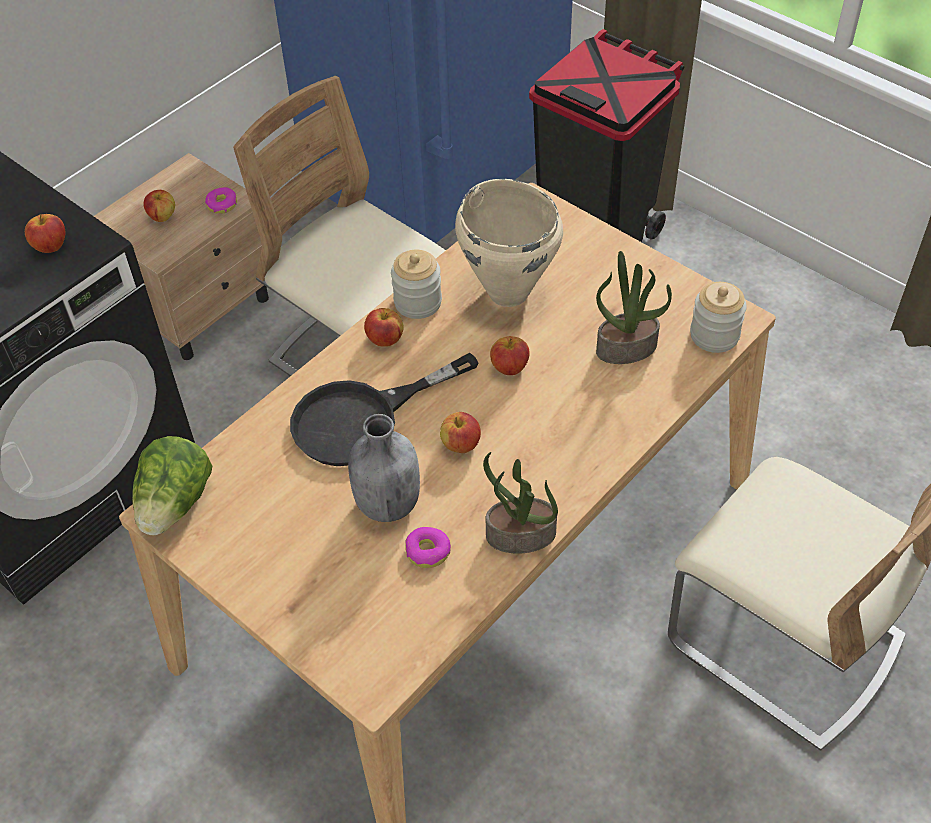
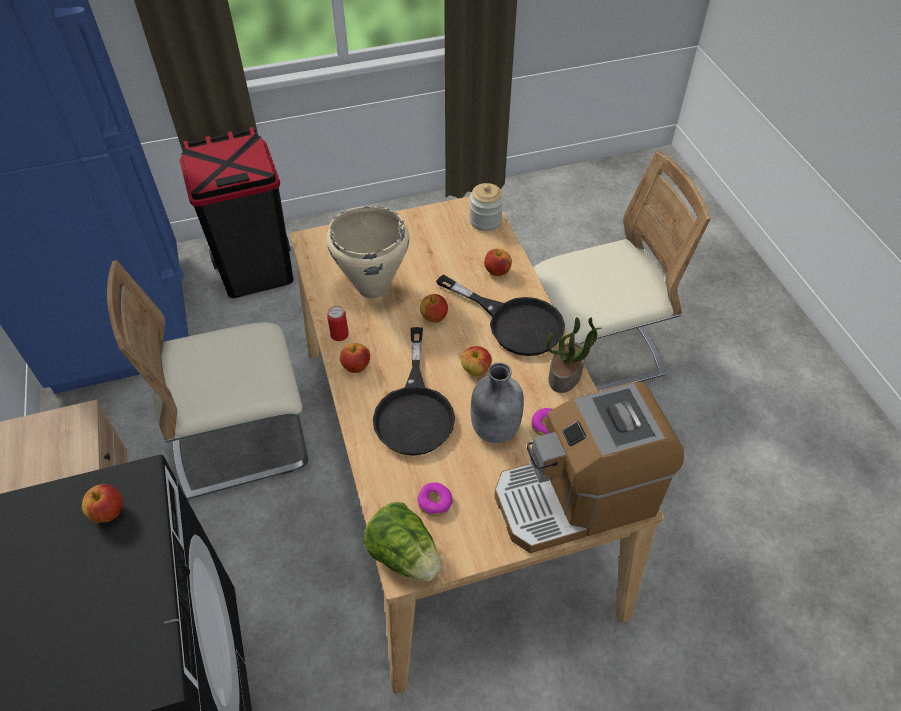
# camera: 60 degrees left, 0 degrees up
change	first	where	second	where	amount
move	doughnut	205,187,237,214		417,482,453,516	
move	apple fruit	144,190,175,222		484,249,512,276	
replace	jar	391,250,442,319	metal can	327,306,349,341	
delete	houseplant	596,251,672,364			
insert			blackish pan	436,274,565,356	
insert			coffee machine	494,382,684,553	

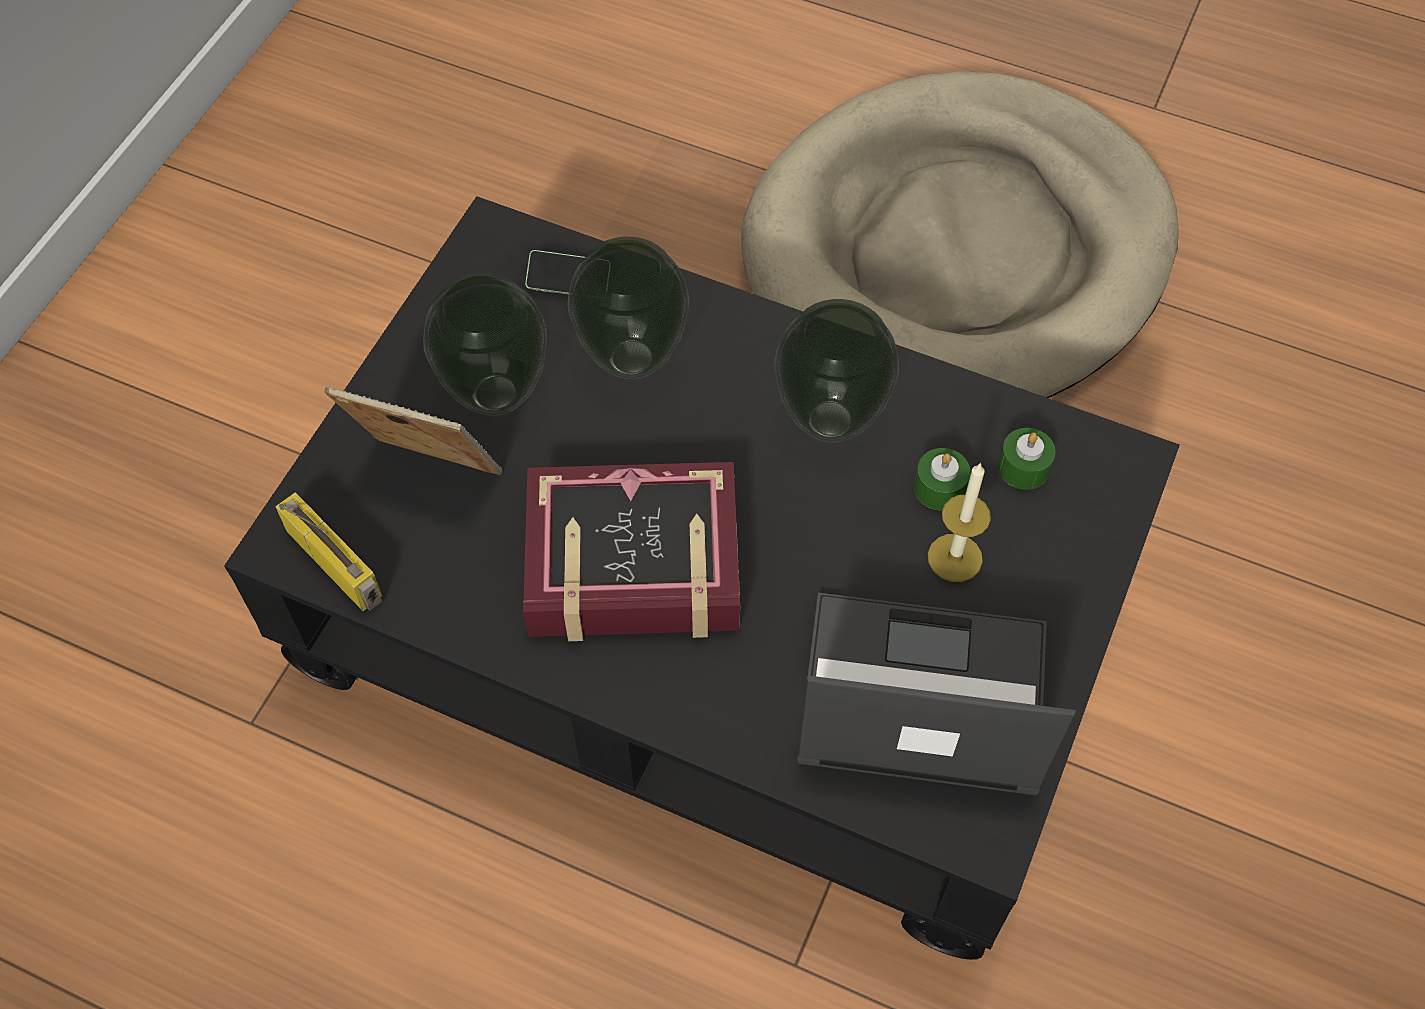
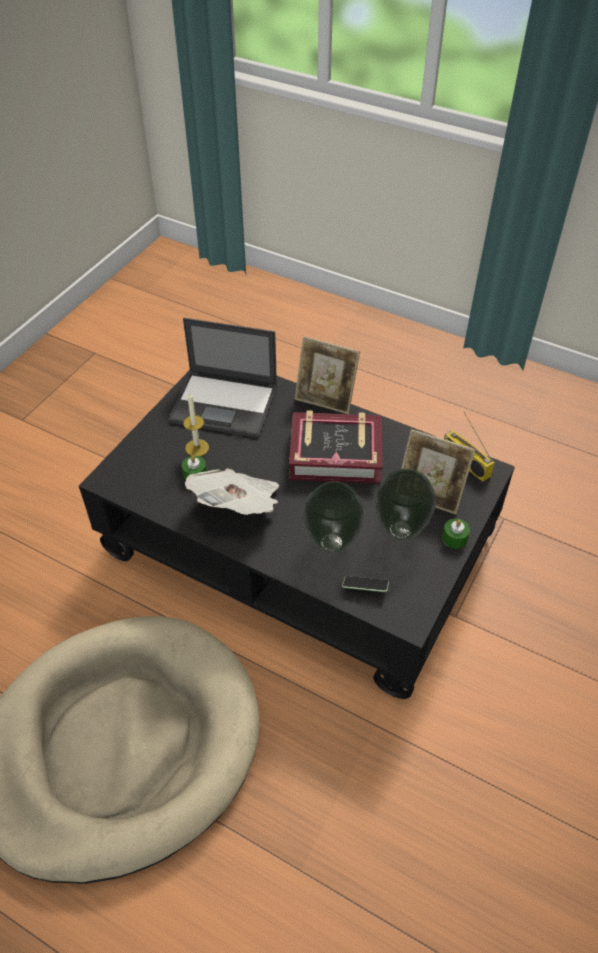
# camera: 175 degrees left, 10 degrees down
change	first	where	second	where	amount
replace	flower vase	774,299,899,442	printed paper	185,468,279,515	
move	greenish wax candle	998,428,1055,490		442,518,470,549	
insert			picture frame	295,336,360,414	

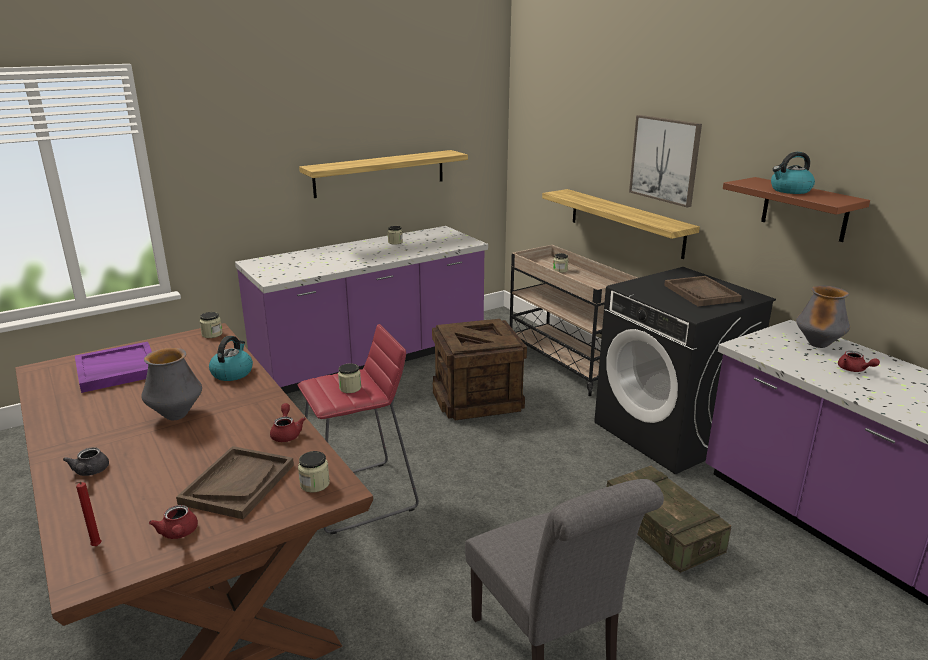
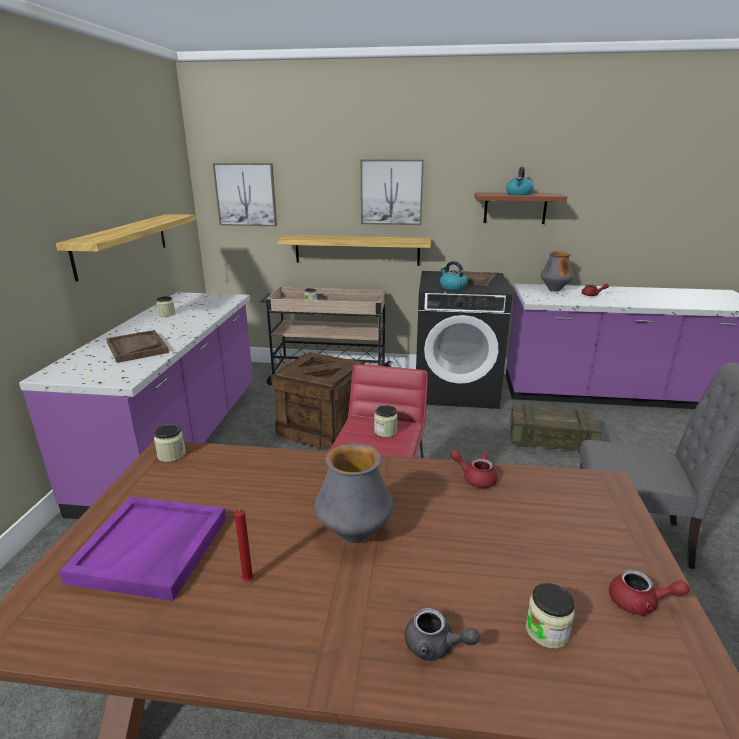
# camera: 50 degrees left, 0 degrees up
change	first	where	second	where	amount
move	kettle	209,336,253,381		440,261,468,290	
move	brown-coloured serving tray	176,446,294,520		106,330,169,363	
move	jar	298,451,330,492		526,583,575,648	
move	reddish wax candle	75,482,102,546		234,507,254,582	
insert			wall art	213,163,277,226	

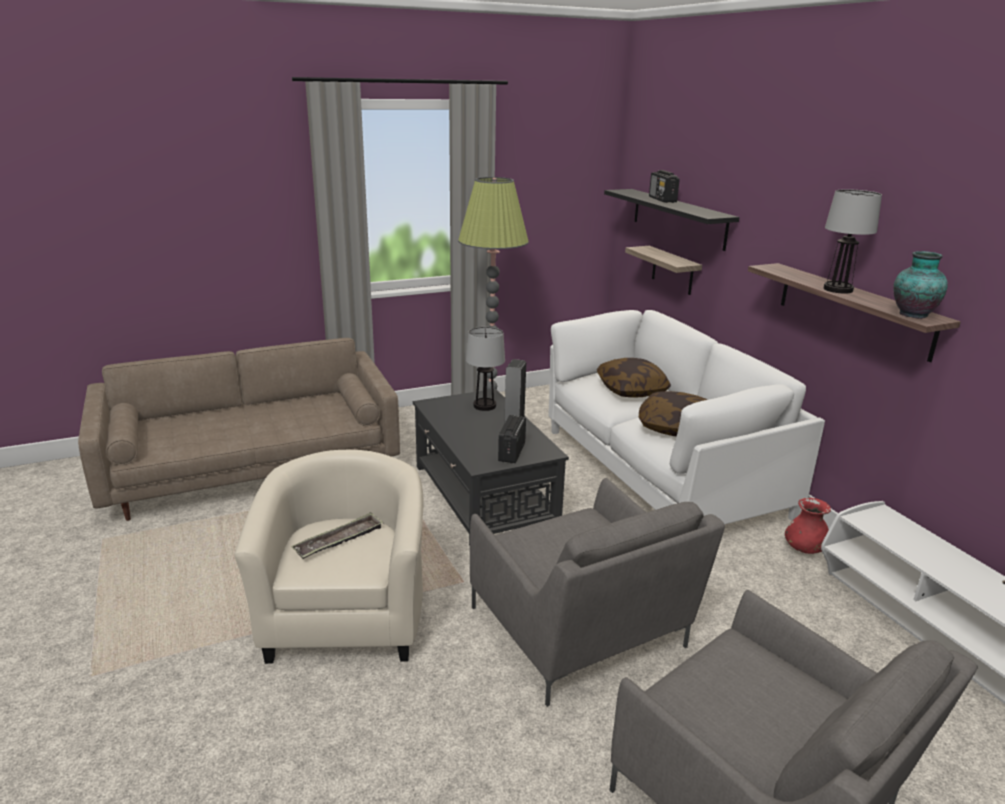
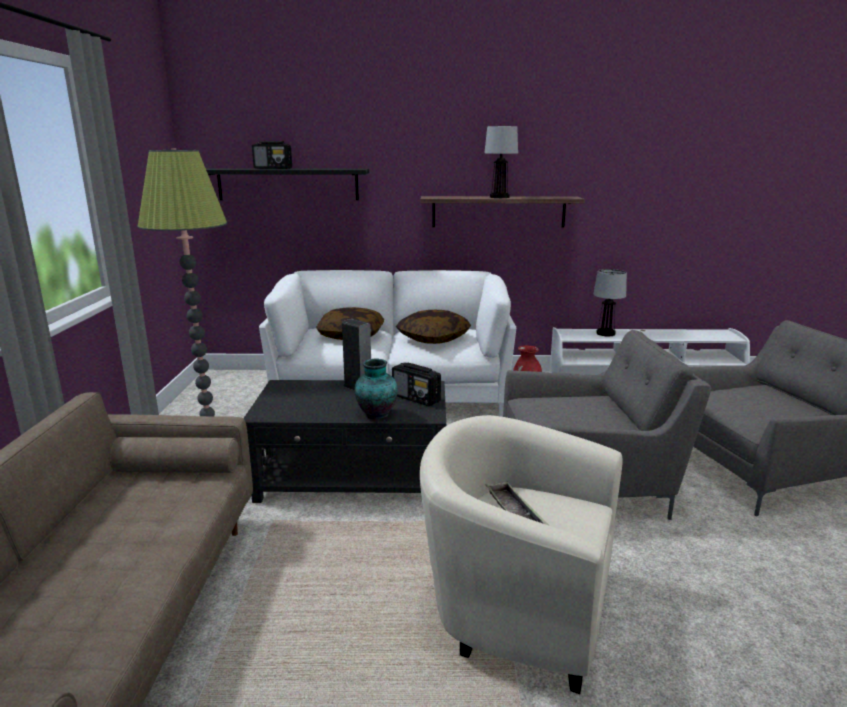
# camera: 65 degrees left, 5 degrees down
change	first	where	second	where	amount
delete	shelf	625,246,702,295			
move	flower vase	893,251,948,319		355,359,398,420	
move	lamp for a table	466,327,505,411		593,269,627,336	

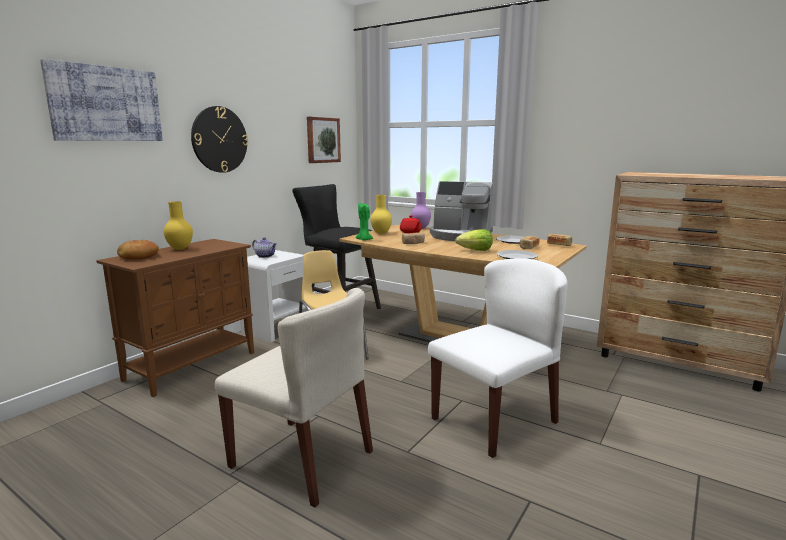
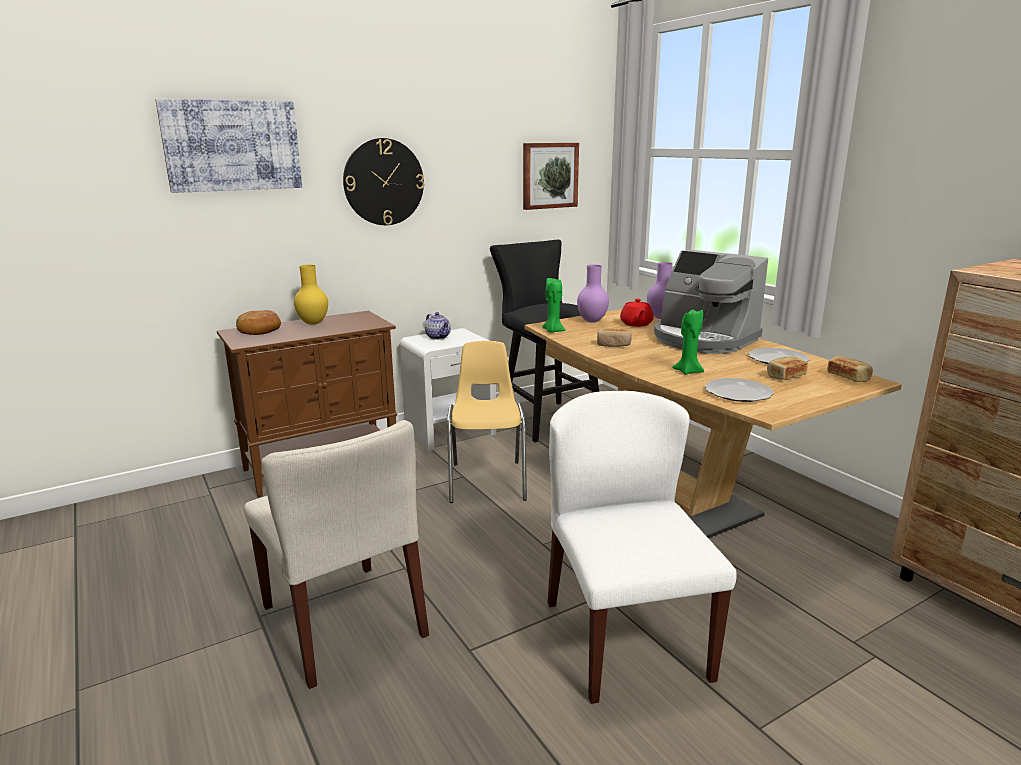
# camera: 25 degrees right, 5 degrees up
change	first	where	second	where	amount
recolor	yellowish flower vase	370,195,392,234	purple flower vase	577,265,609,323	
replace	lettuce	455,229,493,251	greenish wax candle	672,310,704,375	
rotate	white-coloured plain chair	428,258,567,458		547,391,737,704	90 degrees counterclockwise

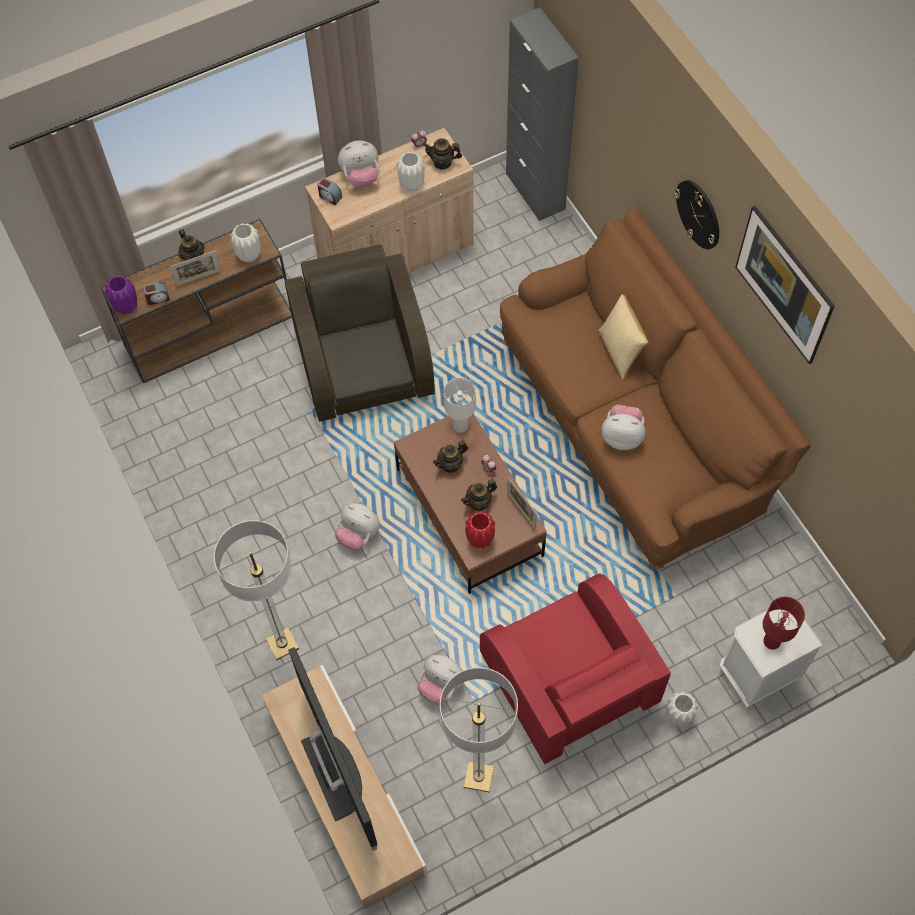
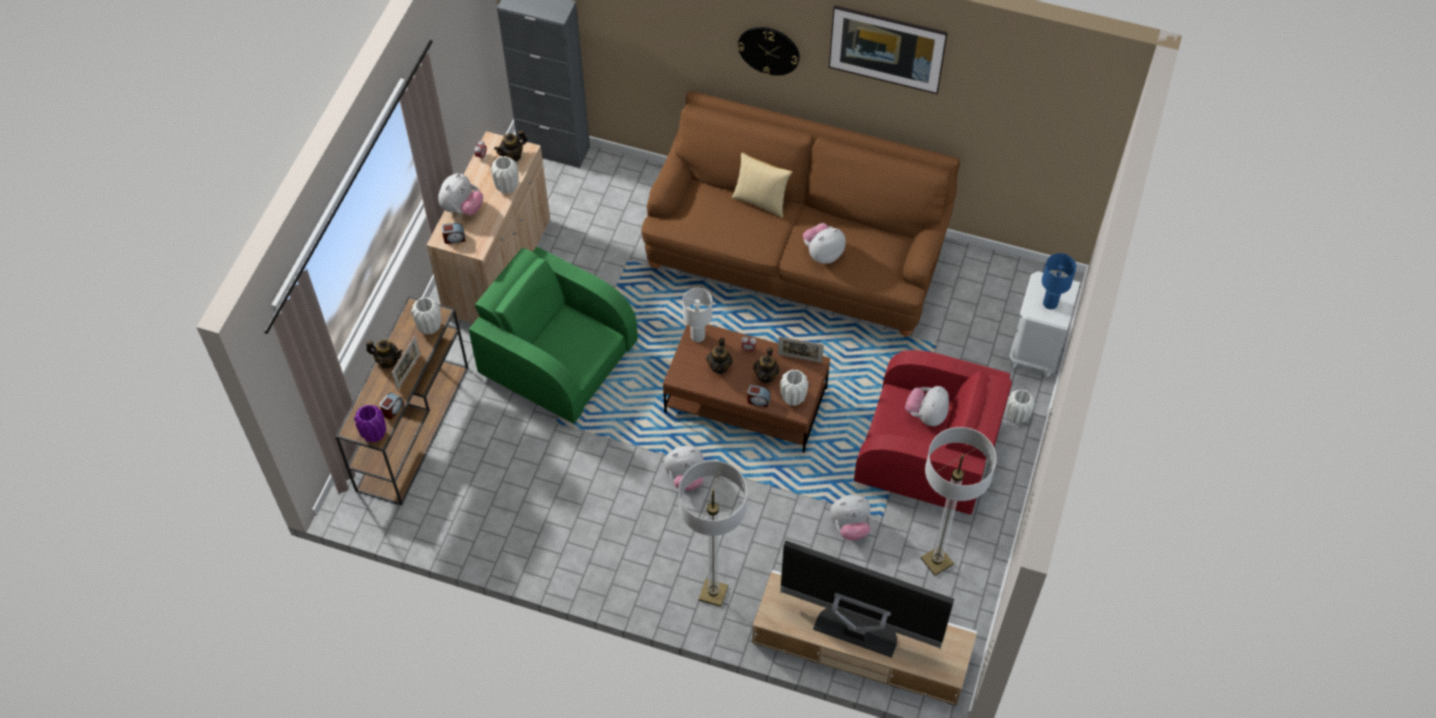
# camera: 45 degrees left, 5 degrees down
change	first	where	second	where	amount
recolor	brown-coloured armchair	285,244,435,422	greenish armchair	469,247,638,424	
recolor	reddish flower vase	465,512,495,548	white-coloured flower vase	780,370,809,406	
recolor	reddish lamp for a table	763,597,805,649	blue lamp for a table	1042,253,1076,310	
insert			bedside clock	747,385,770,408	
insert			plush toy	905,386,949,426	

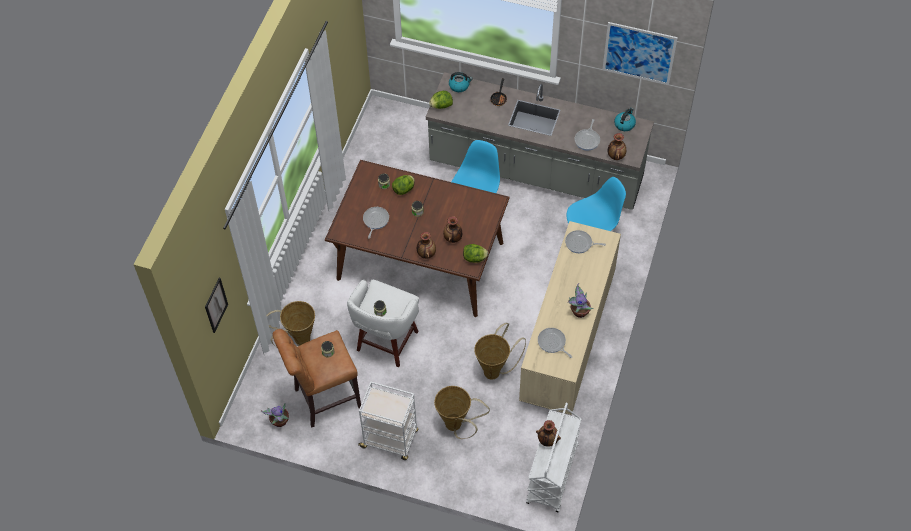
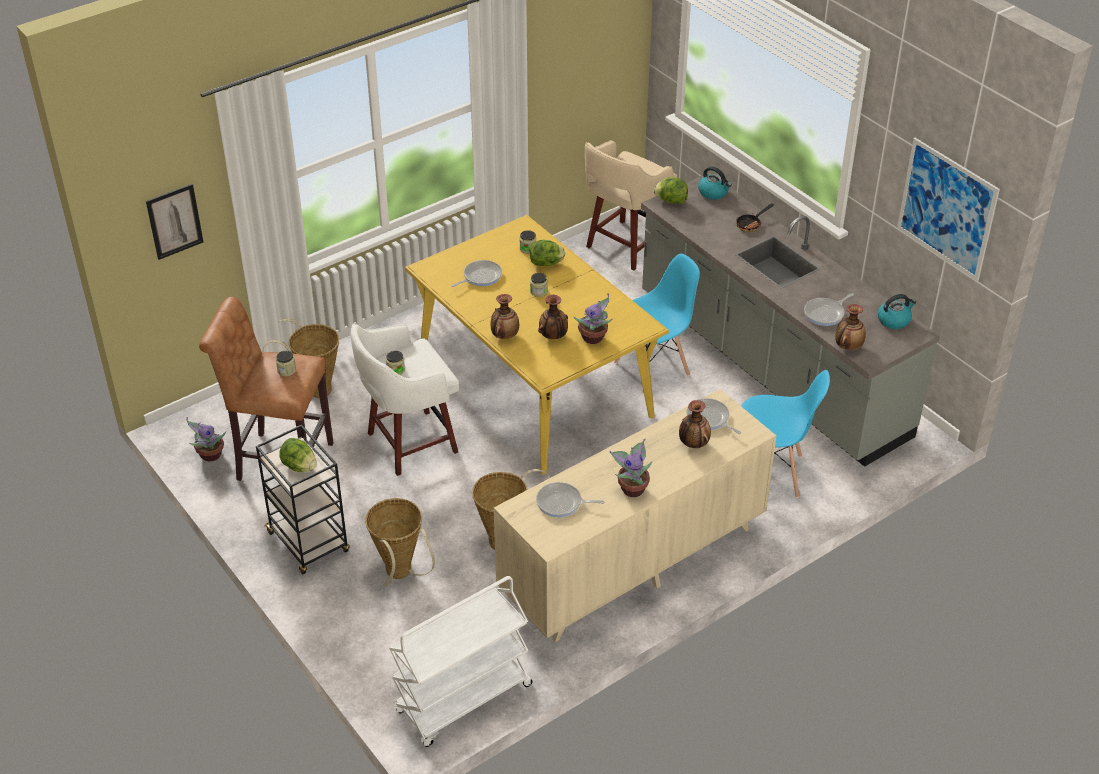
# camera: 35 degrees right, 15 degrees down
change	first	where	second	where	amount
recolor	brown-coloured dining table	325,160,510,317	yellowish dining table	405,215,669,475	
move	lettuce	463,244,488,263		279,438,317,472	
rotate	pan	538,328,572,358		536,482,604,518	75 degrees counterclockwise
recolor	white-coloured wheeled cart	358,381,418,460	blackish wheeled cart	256,425,350,574	
move	flower vase	536,420,561,447		679,400,711,448	
insert			beige stool seat	585,140,677,270	
insert			houseplant	573,293,612,344	

